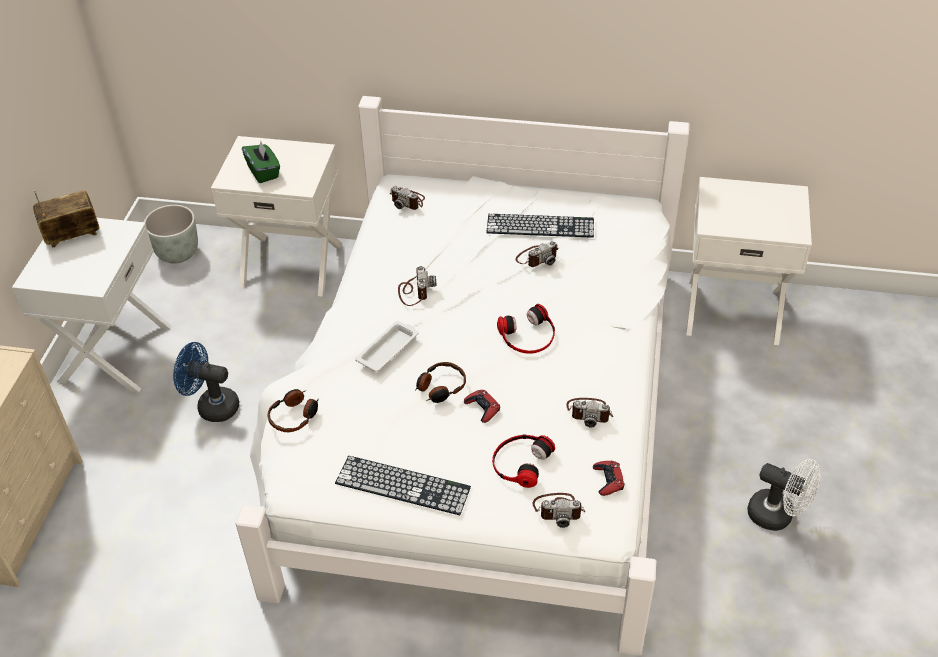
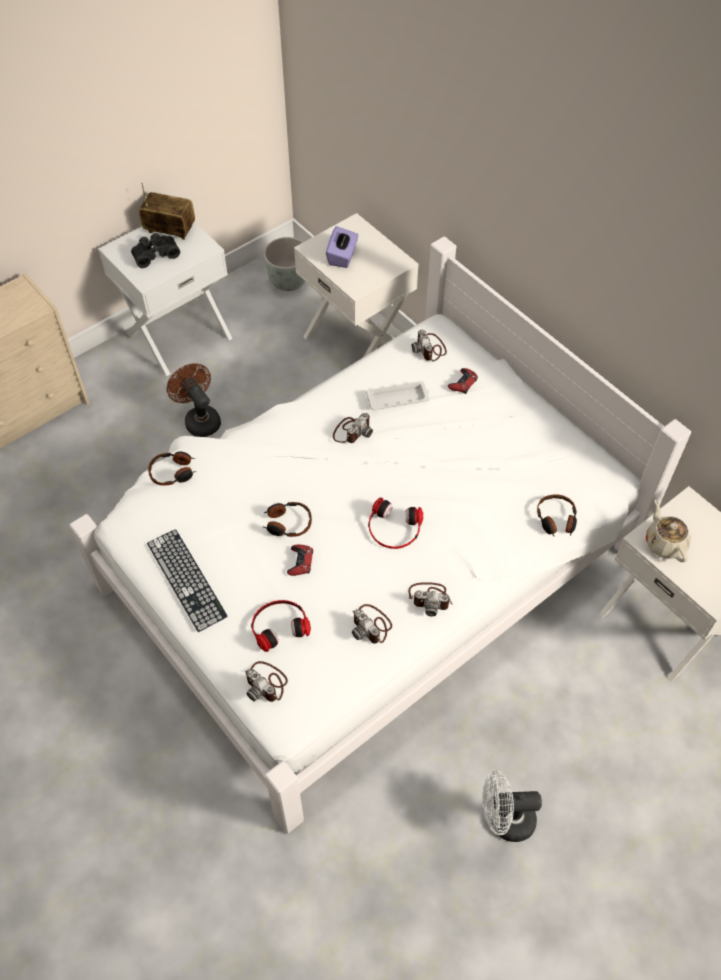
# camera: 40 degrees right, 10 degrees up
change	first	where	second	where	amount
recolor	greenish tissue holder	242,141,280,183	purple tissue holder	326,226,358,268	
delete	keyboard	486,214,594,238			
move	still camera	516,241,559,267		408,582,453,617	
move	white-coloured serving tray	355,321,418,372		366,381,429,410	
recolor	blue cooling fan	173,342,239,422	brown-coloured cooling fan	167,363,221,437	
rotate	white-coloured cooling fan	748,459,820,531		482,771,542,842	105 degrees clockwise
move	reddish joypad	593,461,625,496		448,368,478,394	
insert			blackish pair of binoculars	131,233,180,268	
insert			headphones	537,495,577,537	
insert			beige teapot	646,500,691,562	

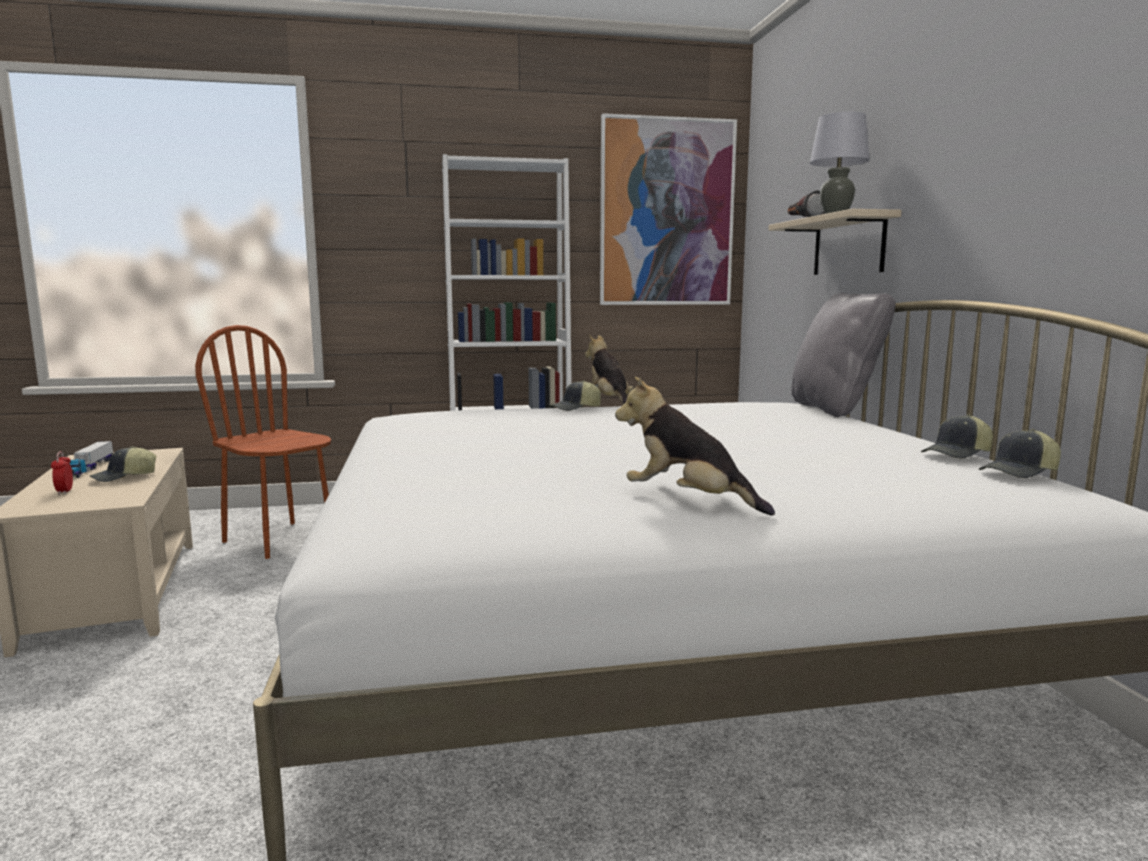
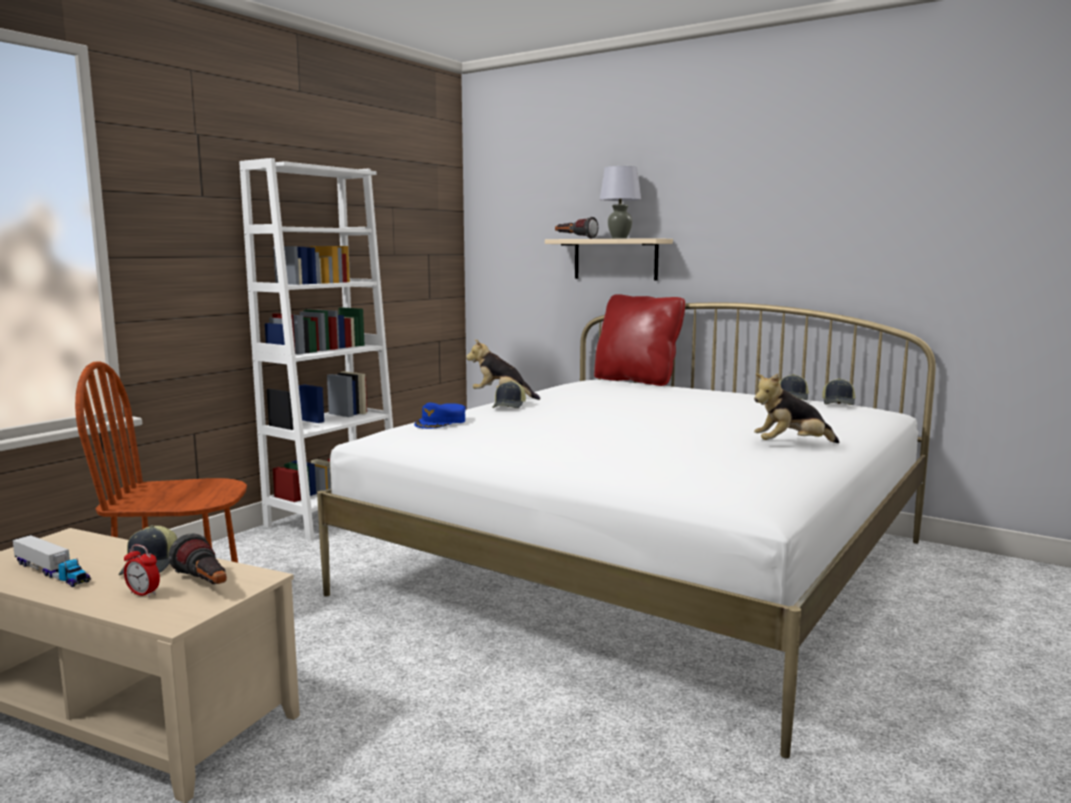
# camera: 45 degrees left, 0 degrees up
change	first	where	second	where	amount
delete	wall art	600,113,737,305			
recolor	grey throw pillow	791,293,896,417	reddish throw pillow	594,294,685,386	
insert			blue peaked cap	414,403,466,429	
insert			flashlight	168,533,227,584	

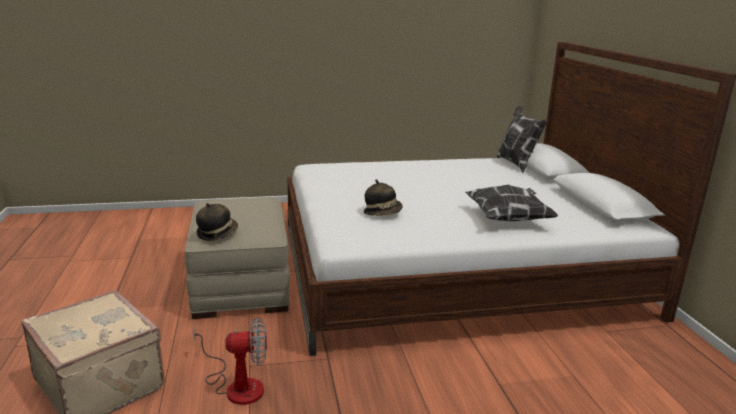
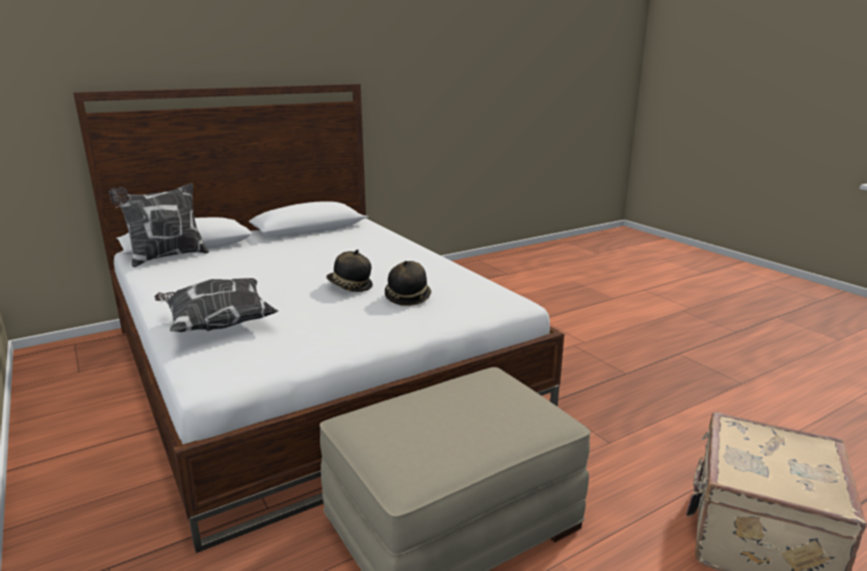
# camera: 110 degrees left, 0 degrees up
change	first	where	second	where	amount
move	throw pillow	465,185,558,221		154,278,278,332	
move	wearable hat	196,203,238,241		326,249,373,292	
delete	cooling fan	193,317,267,405			

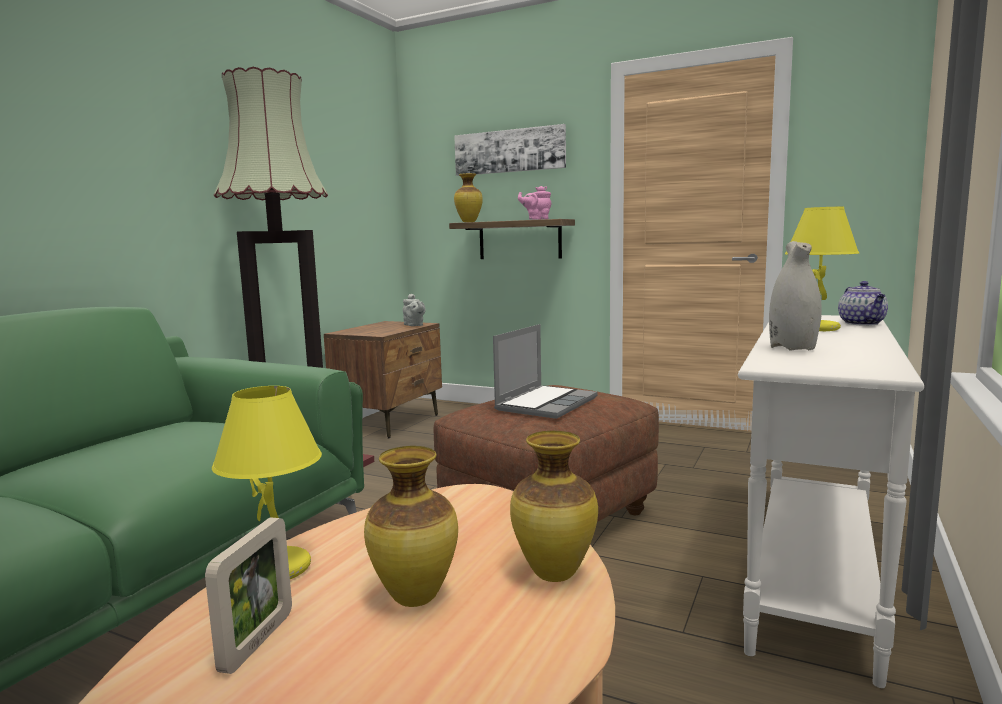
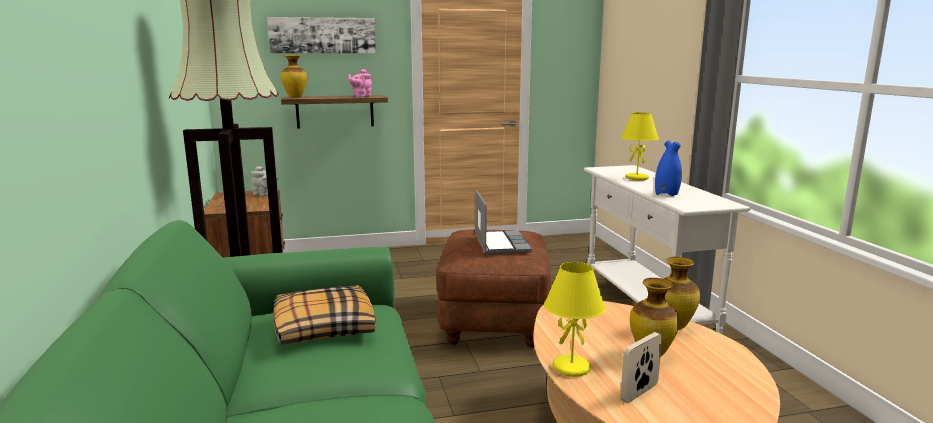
# camera: 40 degrees left, 5 degrees up
change	first	where	second	where	amount
recolor	white-coloured flower vase	769,241,822,351	blue flower vase	655,140,682,196	
delete	teapot	838,281,888,326			
rotate	picture frame	205,517,292,674		620,332,662,403	105 degrees counterclockwise
insert			throw pillow	273,285,376,345	

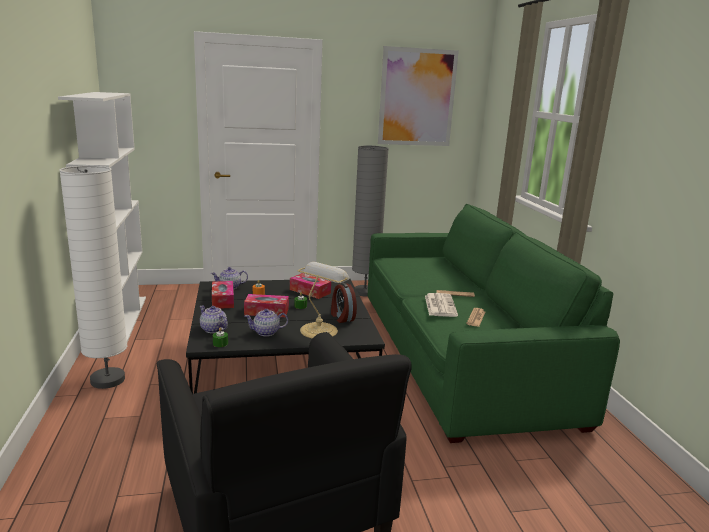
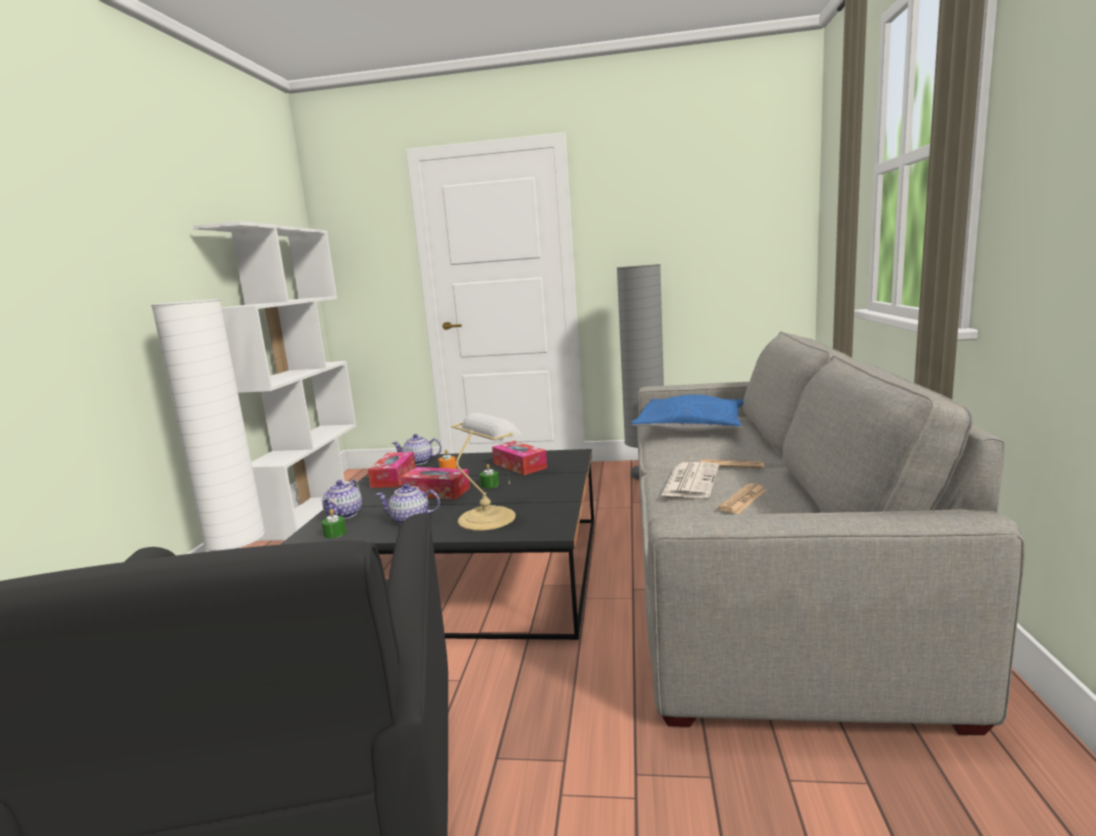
# camera: 20 degrees right, 5 degrees down
change	first	where	second	where	amount
delete	wall art	378,46,459,146			
recolor	greenish settee	368,204,620,443	grey settee	637,332,1025,735	
delete	bedside clock	331,283,357,323			
rotate	teapot	200,306,228,333		321,479,362,519	135 degrees counterclockwise
insert			blue throw pillow	630,395,744,431	

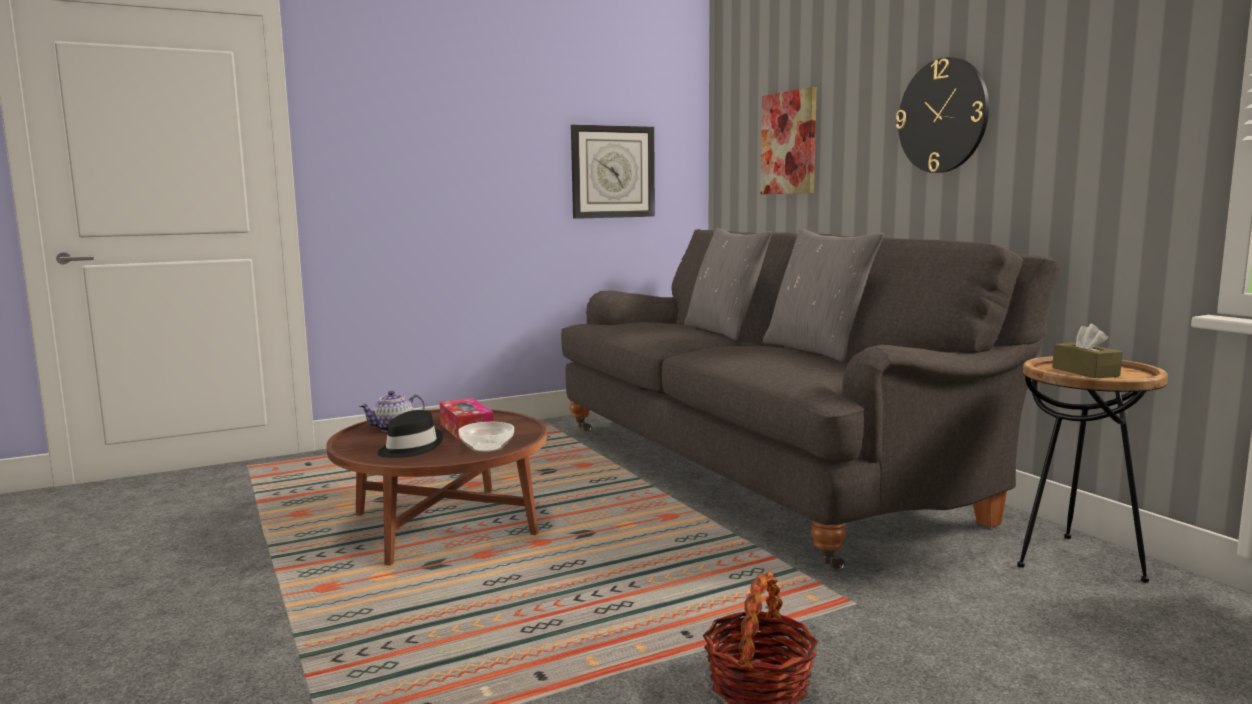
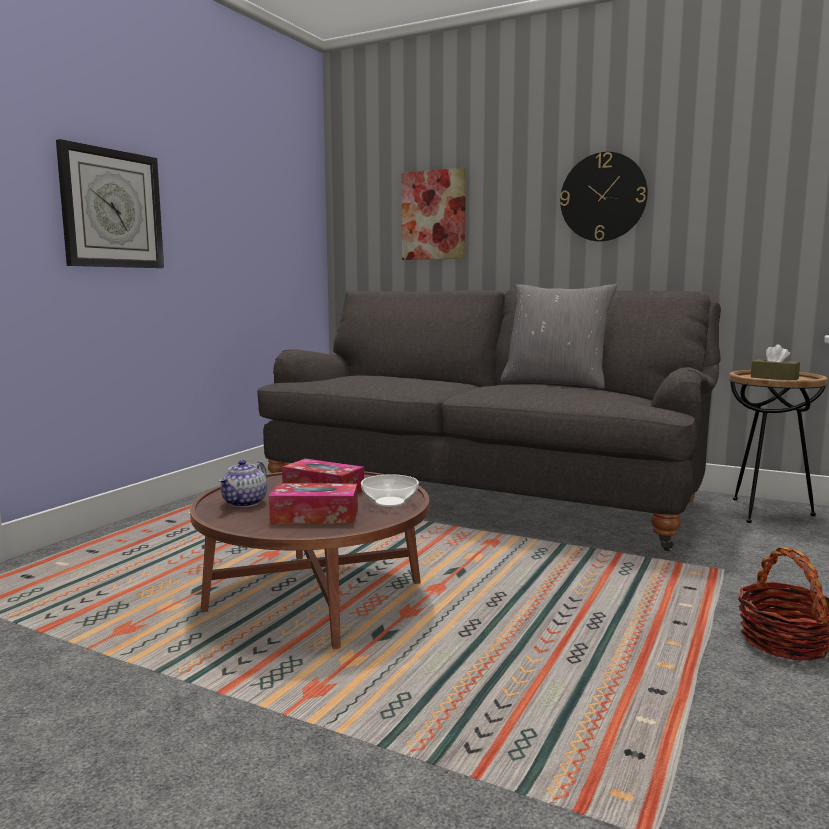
# camera: 35 degrees left, 0 degrees up
change	first	where	second	where	amount
move	wall clock	571,124,655,219		56,139,164,268	
delete	grey throw pillow	684,228,772,340			
replace	blackish wearable hat	377,410,443,458	tissue holder	269,484,358,524	

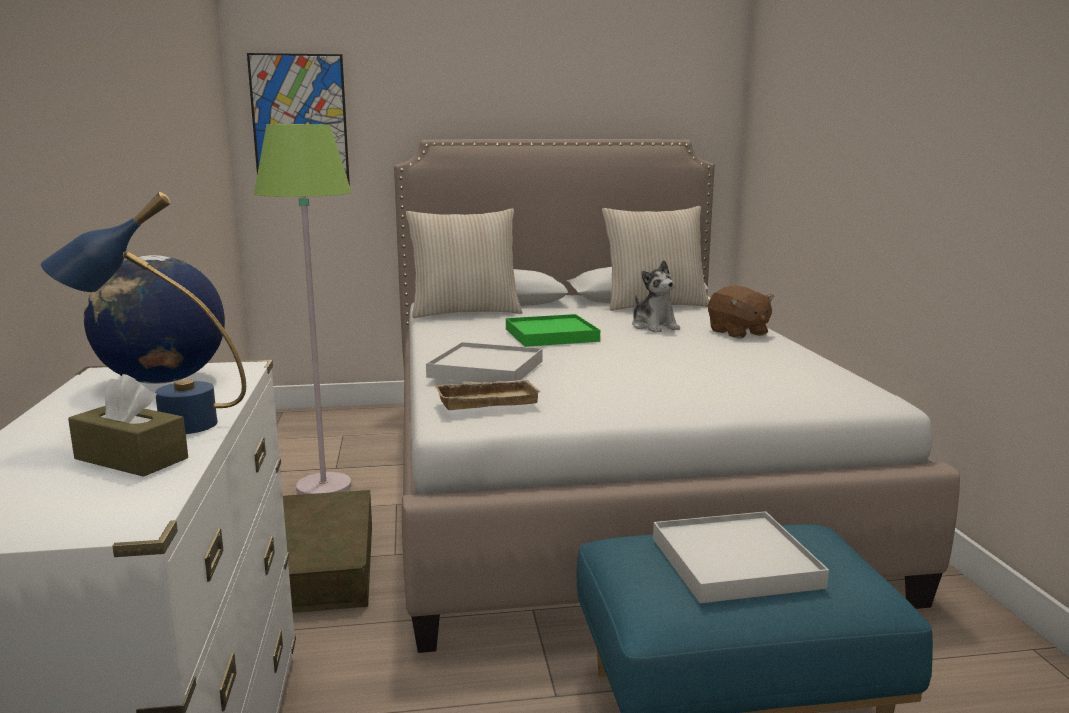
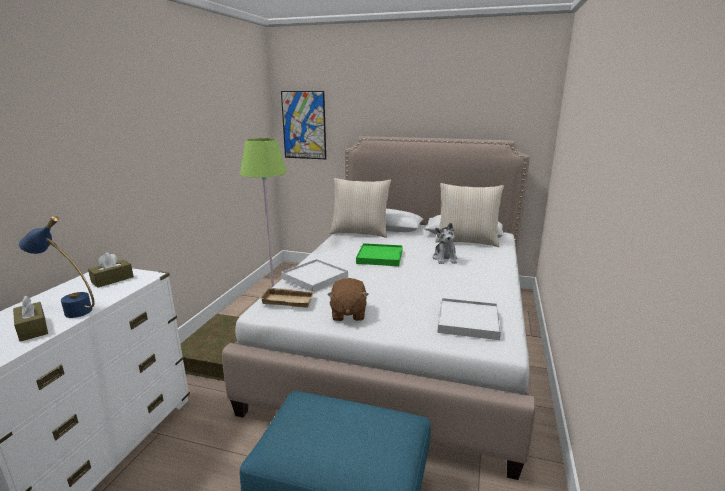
# camera: 25 degrees right, 5 degrees up
change	first	where	second	where	amount
replace	desk globe	84,255,225,384	brown-coloured tissue holder	88,252,134,288	
move	brown-coloured plush toy	708,285,774,339		327,278,369,321	
move	white-coloured serving tray	653,511,829,603		437,298,501,340	

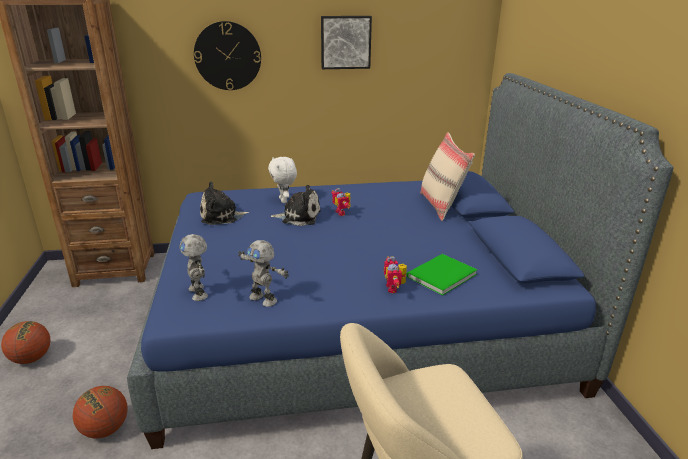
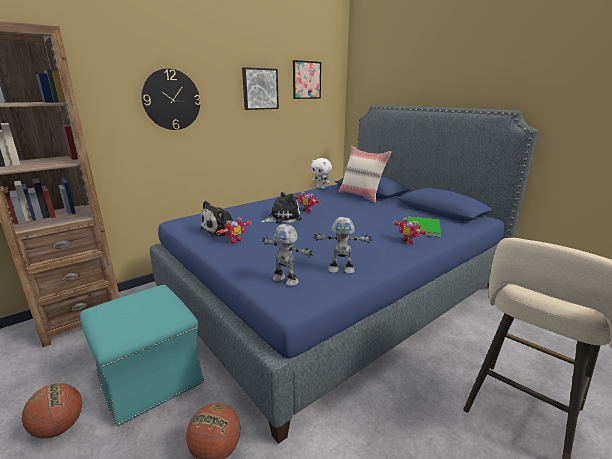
# camera: 30 degrees left, 5 degrees down
change	first	where	second	where	amount
move	white-coloured plush toy	268,157,297,203		311,158,332,189	
insert			wall art	293,60,321,99	
insert			model robot	216,217,252,244	
insert			turquoise ottoman	79,285,204,426	

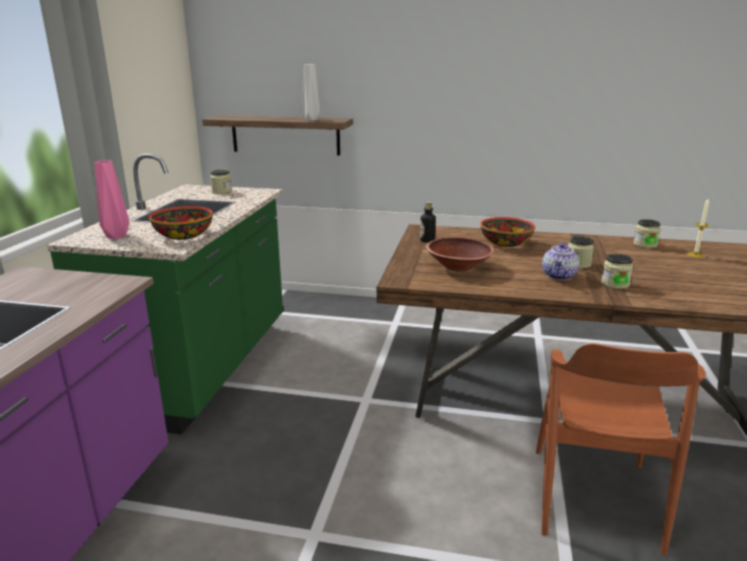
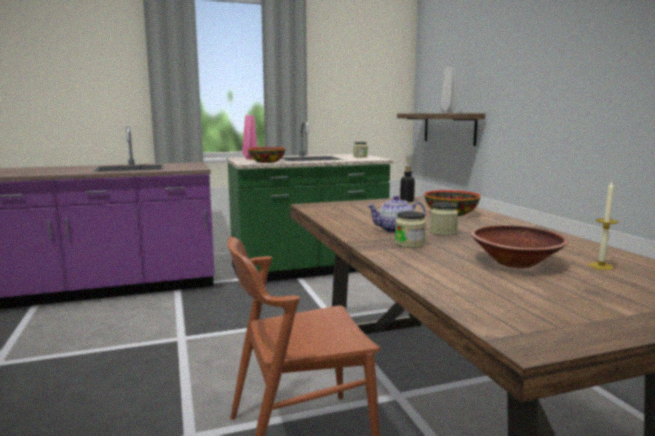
# camera: 60 degrees right, 10 degrees down
change	first	where	second	where	amount
delete	jar	633,219,661,248			
move	brown-coloured bowl	426,237,494,272		471,225,568,268	

